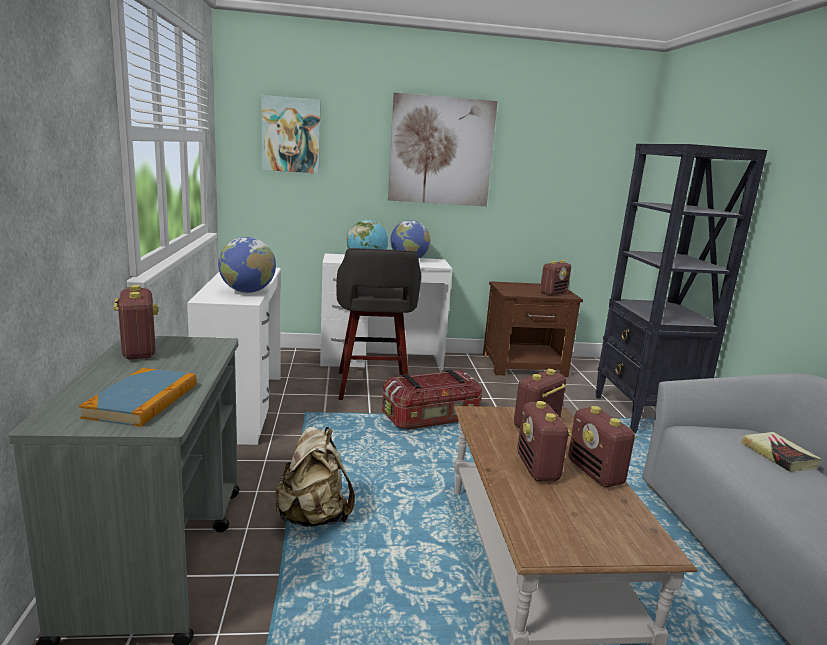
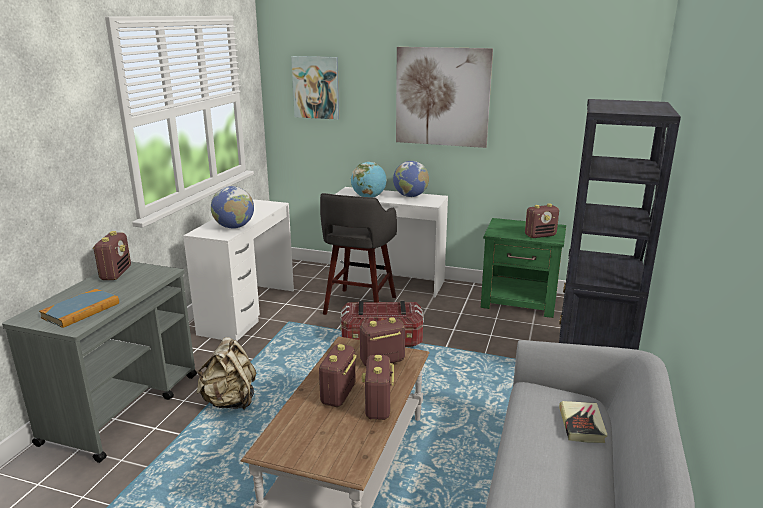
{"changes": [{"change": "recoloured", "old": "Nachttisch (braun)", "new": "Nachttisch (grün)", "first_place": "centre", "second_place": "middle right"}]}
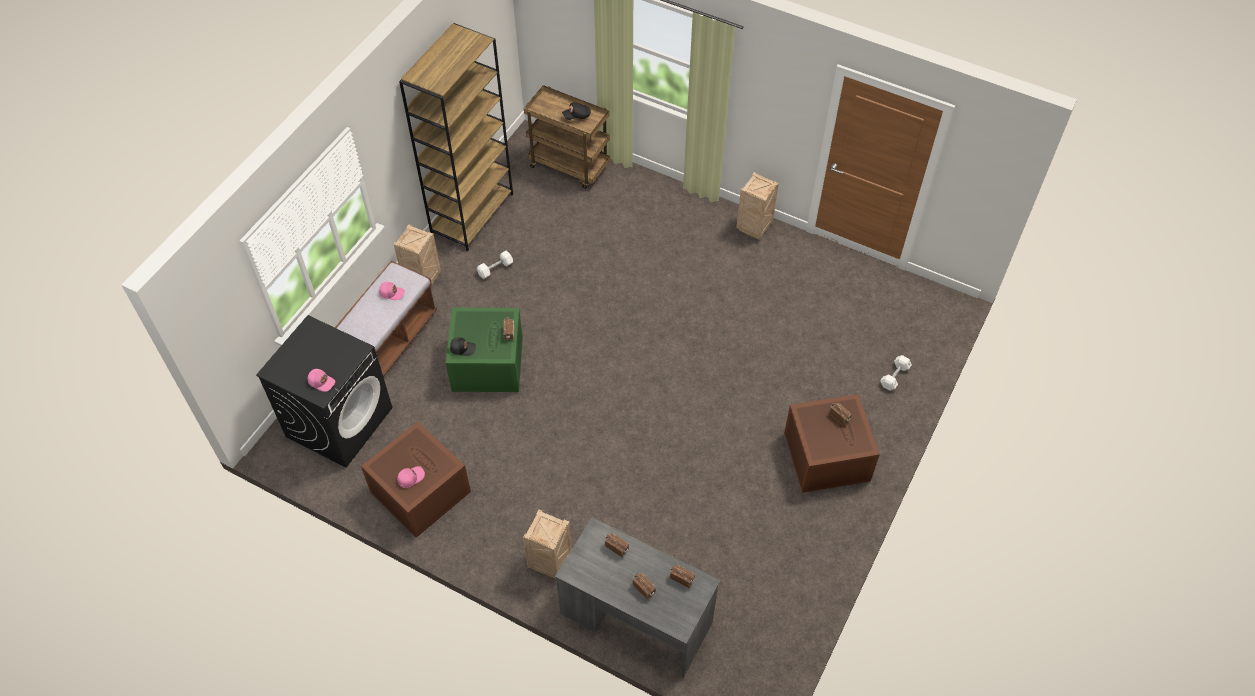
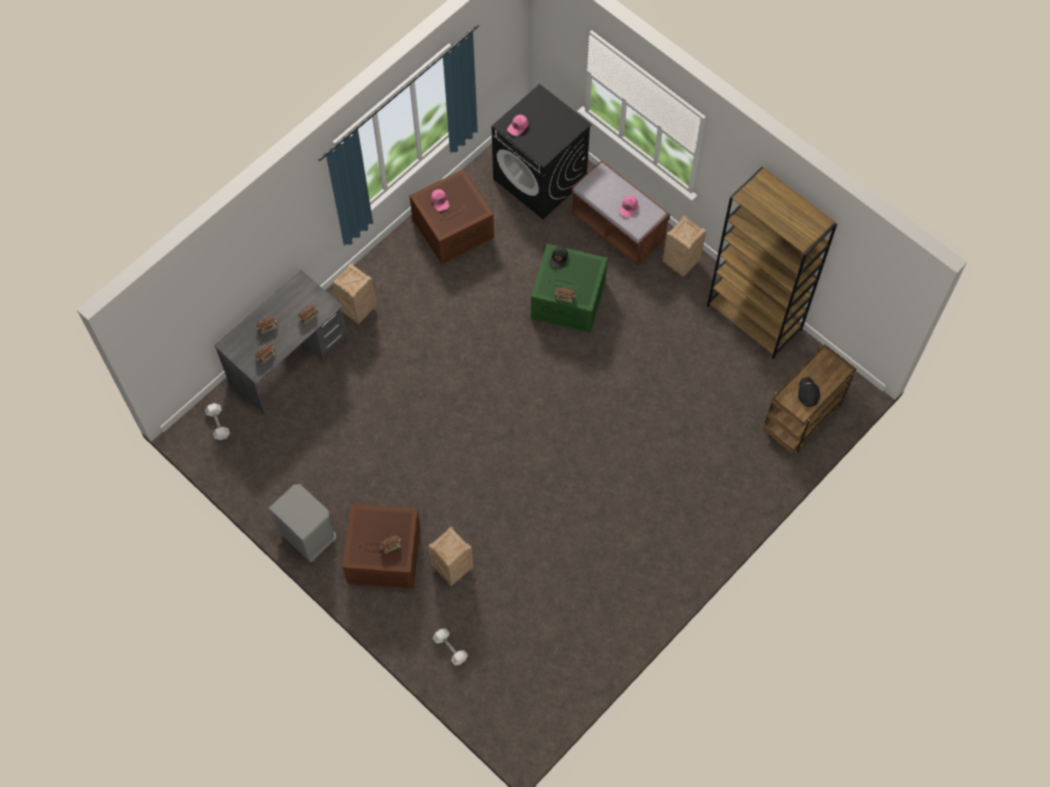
{"changes": [{"change": "moved", "old": "Hantel (weiß) (1st from left)", "first_place": "centre", "second_place": "middle left"}, {"change": "added", "new": "Nachttisch (grau)", "second_place": "middle left"}, {"change": "moved", "old": "Kiste (3rd from left in the first image)", "new": "Kiste (2nd from left)", "first_place": "top centre", "second_place": "bottom centre"}]}
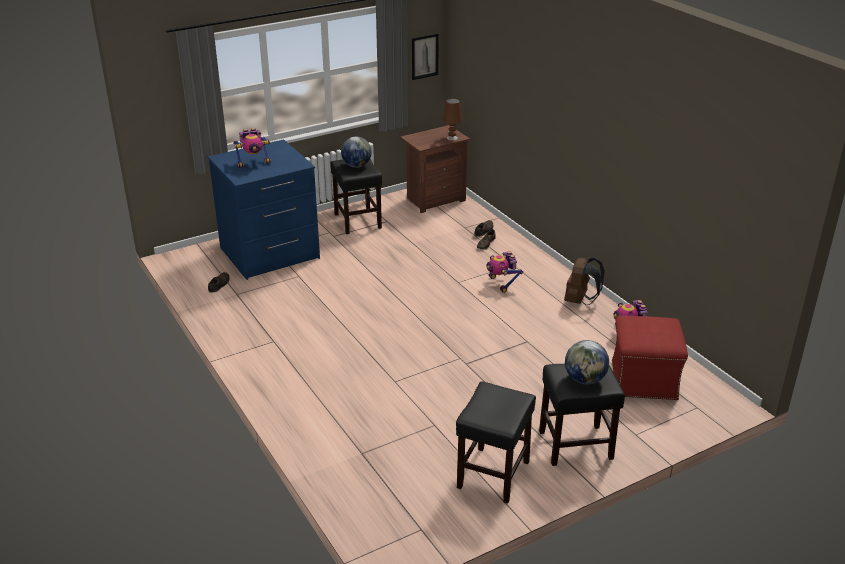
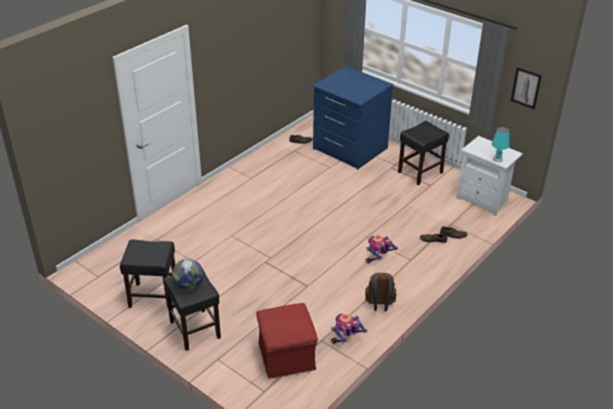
{"changes": [{"change": "recoloured", "old": "Nachttisch (braun)", "new": "Nachttisch (weiß)", "first_place": "top centre", "second_place": "middle right"}, {"change": "recoloured", "old": "Tischlampe (braun)", "new": "Tischlampe (türkis)", "first_place": "top centre", "second_place": "middle right"}, {"change": "removed", "old": "Spielzeugroboter (1st from left)", "first_place": "top left"}, {"change": "removed", "old": "Globus (1st from left)", "first_place": "top centre"}]}
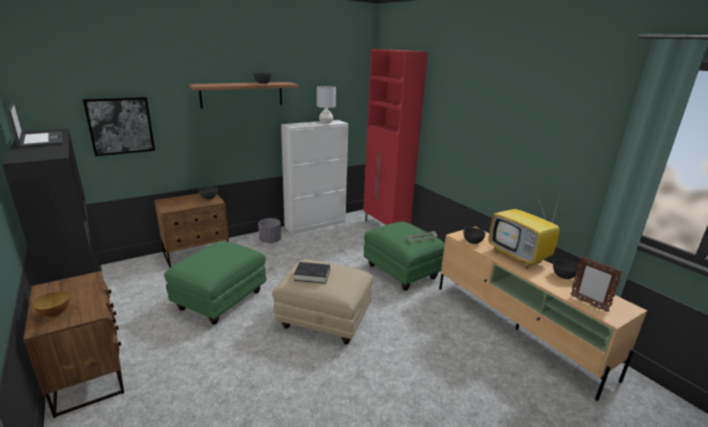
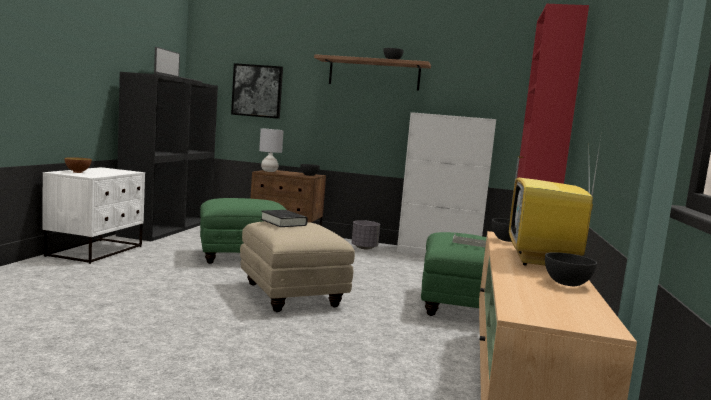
{"changes": [{"change": "recoloured", "old": "Nachttisch (braun) (1st from left)", "new": "Nachttisch (weiß)", "first_place": "bottom left", "second_place": "middle left"}, {"change": "moved", "old": "Tischlampe (grau)", "first_place": "top centre", "second_place": "centre"}, {"change": "removed", "old": "Bilderrahmen", "first_place": "middle right"}]}
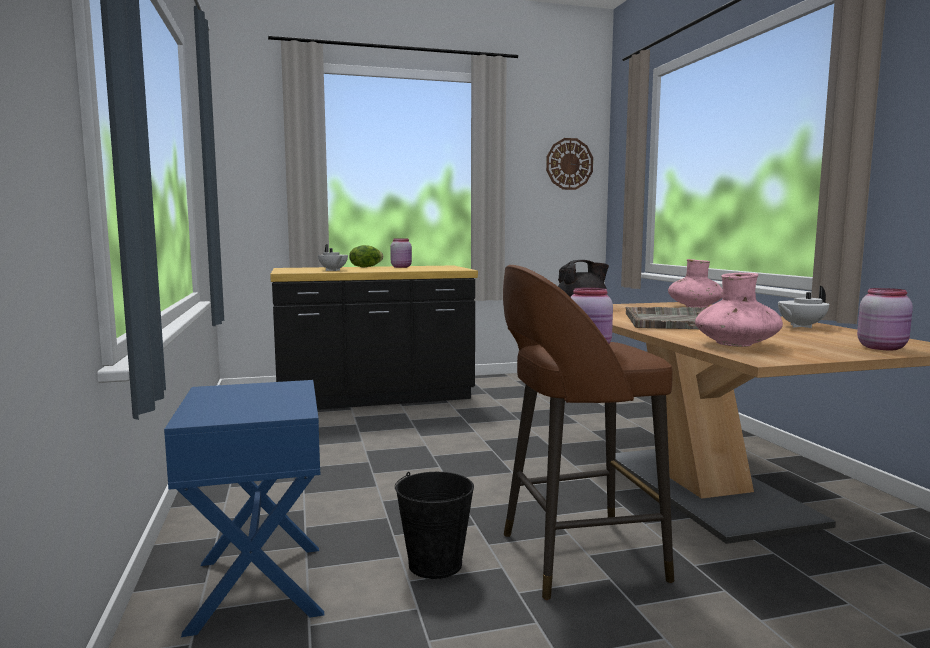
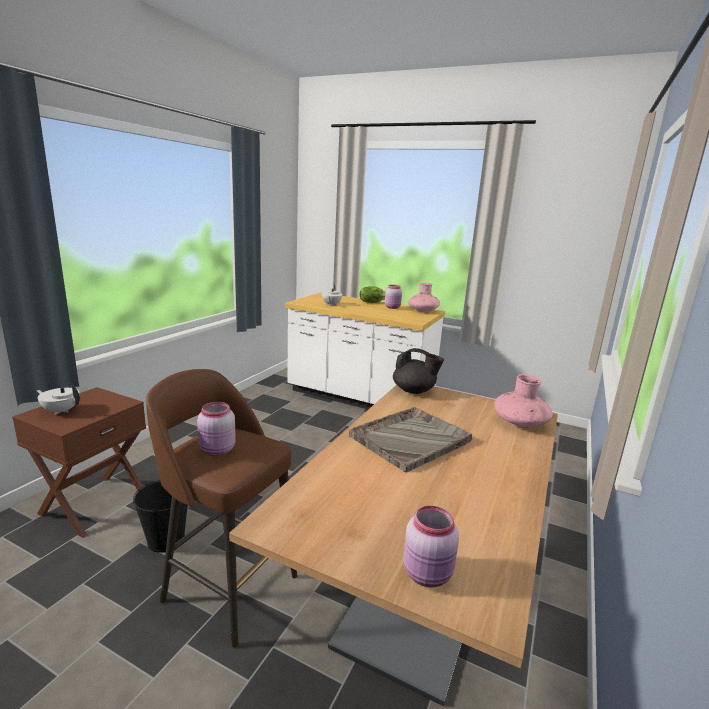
{"changes": [{"change": "recoloured", "old": "Nachttisch (blau)", "new": "Nachttisch (braun)", "first_place": "bottom left", "second_place": "middle left"}, {"change": "moved", "old": "Teekanne (weiß) (2nd from left in the first image)", "new": "Teekanne (weiß) (1st from left)", "first_place": "middle right", "second_place": "middle left"}, {"change": "recoloured", "old": "Küchenzeile (schwarz)", "new": "Küchenzeile (weiß)", "first_place": "centre", "second_place": "centre"}, {"change": "moved", "old": "Vase (rosa) (2nd from left in the first image)", "new": "Vase (rosa) (1st from left)", "first_place": "middle right", "second_place": "centre"}, {"change": "removed", "old": "Wanduhr", "first_place": "top centre"}]}
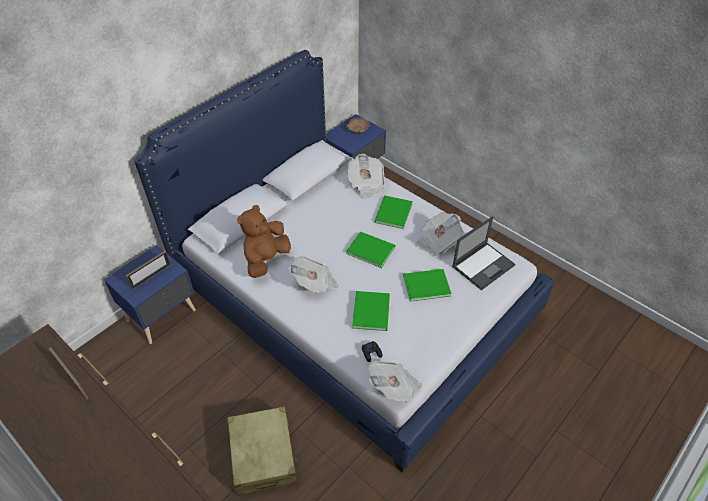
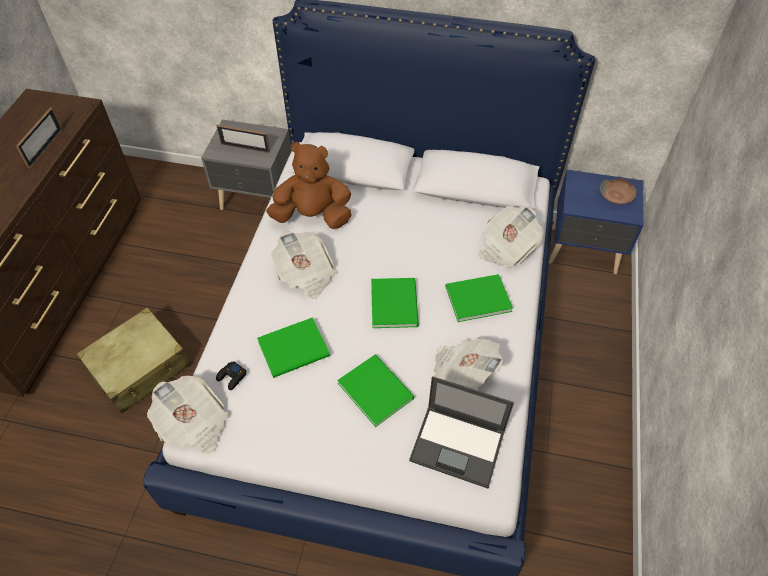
{"changes": [{"change": "recoloured", "old": "Nachttisch (blau) (1st from left)", "new": "Nachttisch (grau)", "first_place": "middle left", "second_place": "top left"}]}
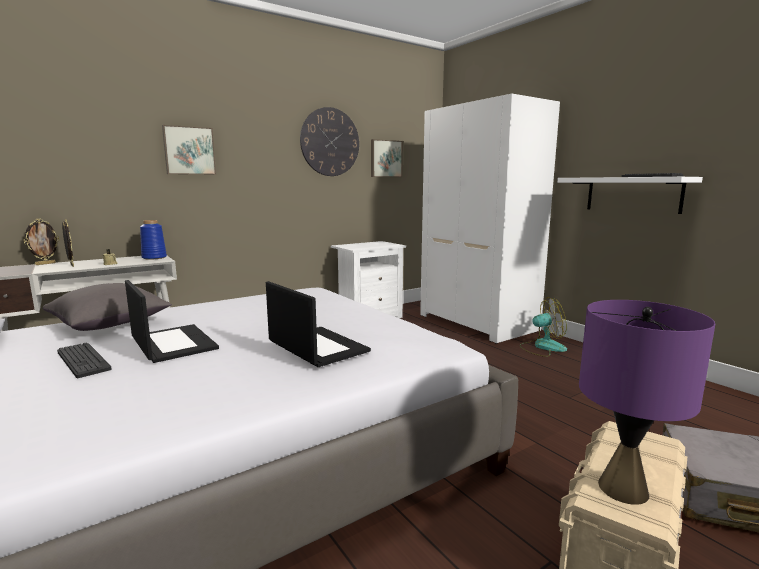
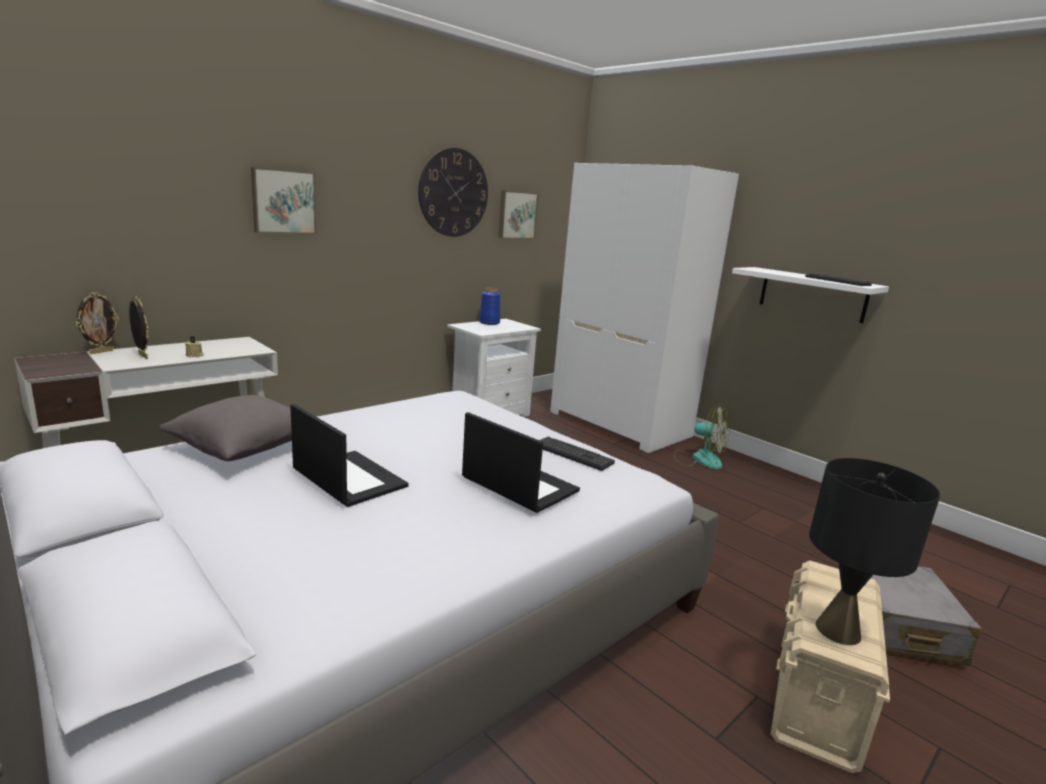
{"changes": [{"change": "moved", "old": "Vase (blau)", "first_place": "middle left", "second_place": "centre"}, {"change": "moved", "old": "Tastatur (1st from left)", "first_place": "middle left", "second_place": "centre"}, {"change": "turned", "old": "Ventilator", "first_place": "middle right", "second_place": "middle right", "degrees": 45}, {"change": "recoloured", "old": "Tischlampe (lila)", "new": "Tischlampe (schwarz)", "first_place": "bottom right", "second_place": "bottom right"}]}
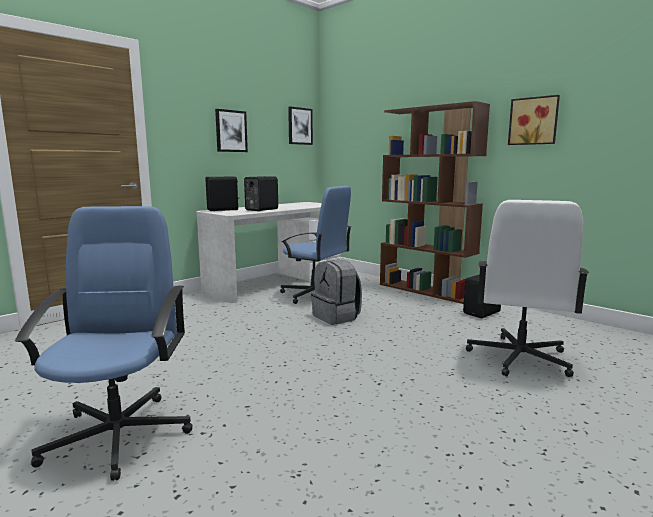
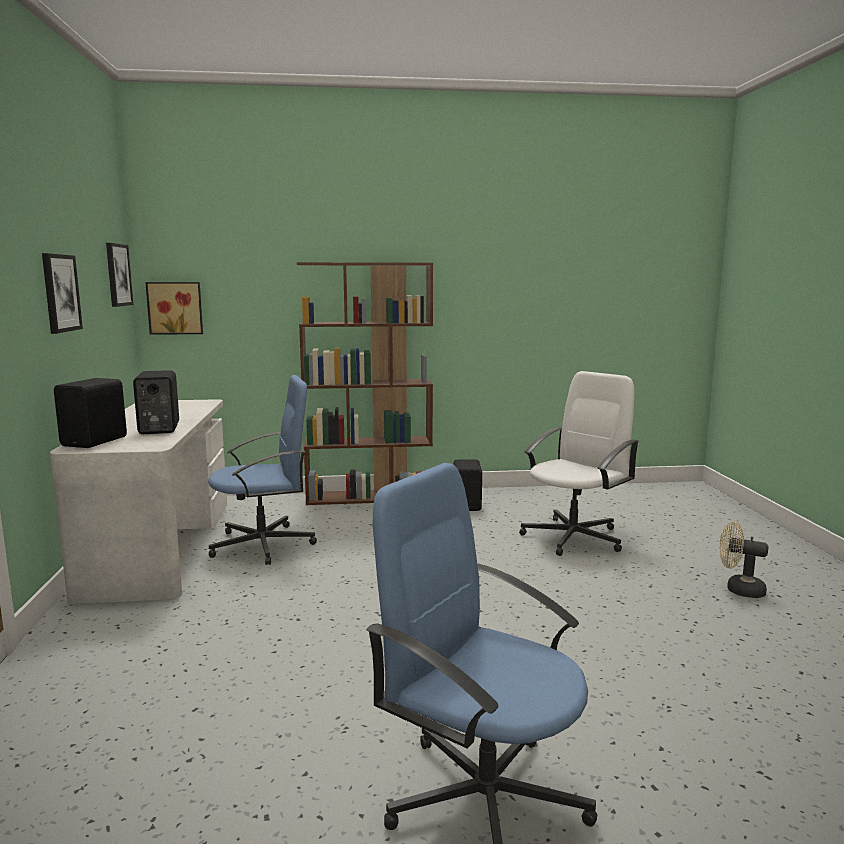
{"changes": [{"change": "moved", "old": "Bild (3rd from left)", "first_place": "top right", "second_place": "middle left"}, {"change": "turned", "old": "Bürostuhl (weiß)", "first_place": "middle right", "second_place": "middle right", "degrees": -105}, {"change": "added", "new": "Ventilator (beige)", "second_place": "middle right"}, {"change": "removed", "old": "Rucksack (grau)", "first_place": "centre"}]}
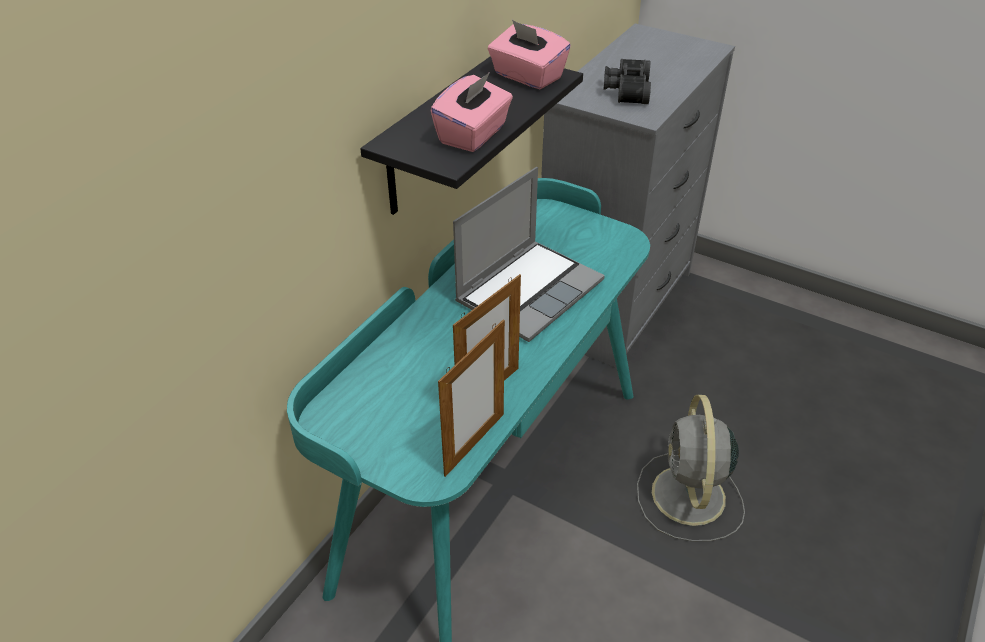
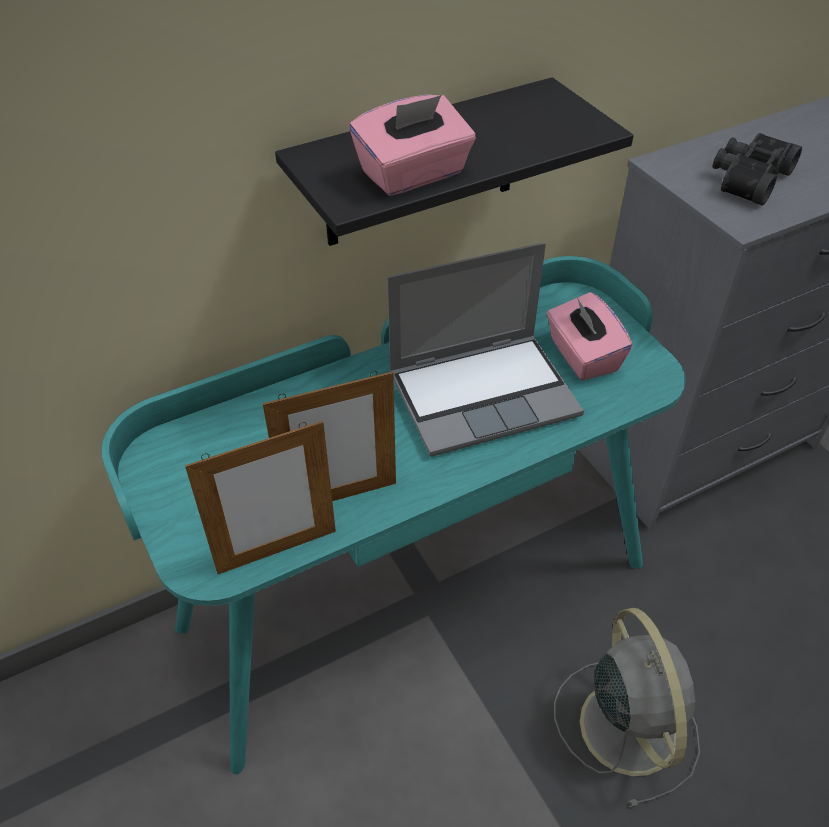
{"changes": [{"change": "moved", "old": "Taschentuchbox (rosa) (2nd from left)", "first_place": "top centre", "second_place": "middle right"}, {"change": "turned", "old": "Ventilator (grau)", "first_place": "bottom right", "second_place": "bottom right", "degrees": 135}]}
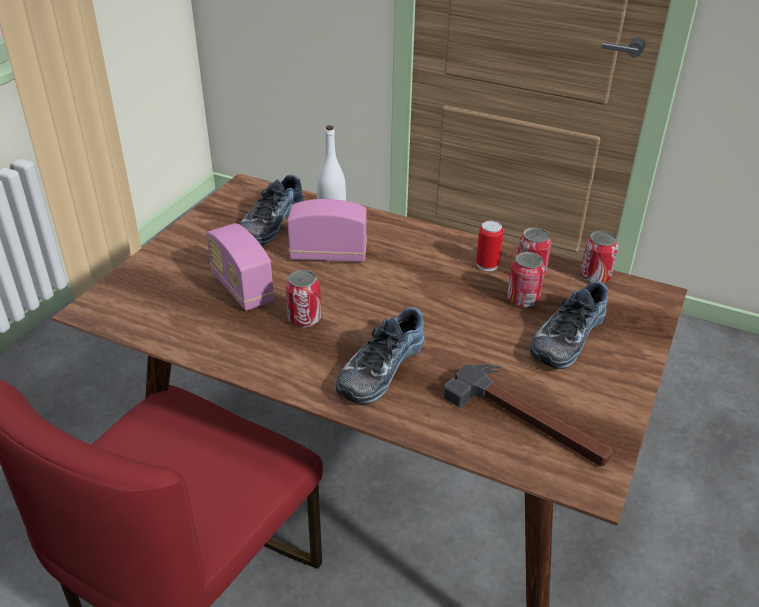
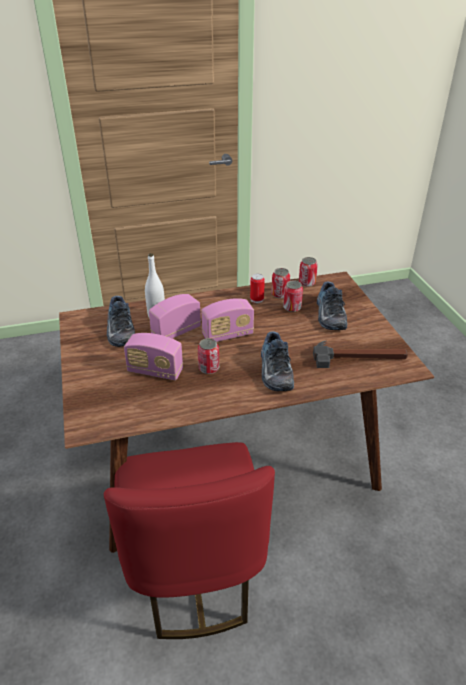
{"changes": [{"change": "added", "new": "Radio (3rd from left)", "second_place": "centre"}]}
